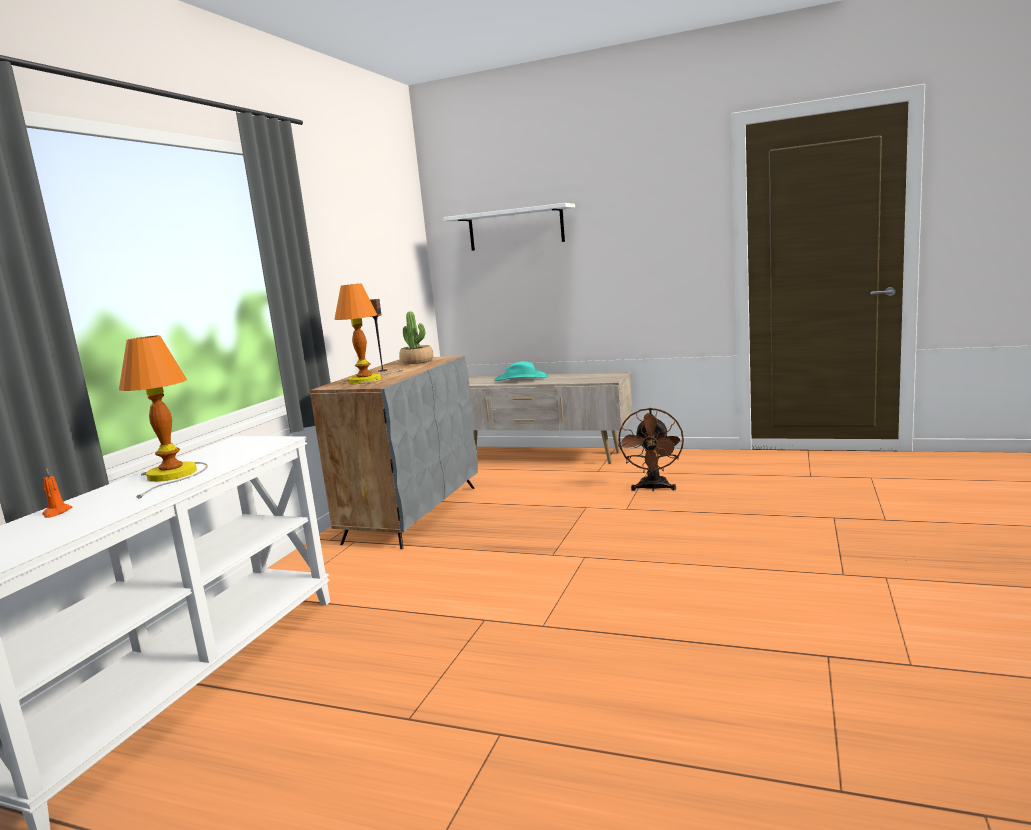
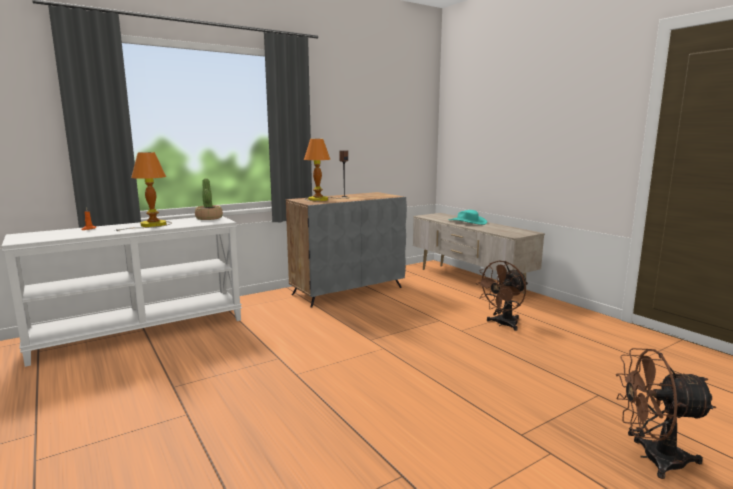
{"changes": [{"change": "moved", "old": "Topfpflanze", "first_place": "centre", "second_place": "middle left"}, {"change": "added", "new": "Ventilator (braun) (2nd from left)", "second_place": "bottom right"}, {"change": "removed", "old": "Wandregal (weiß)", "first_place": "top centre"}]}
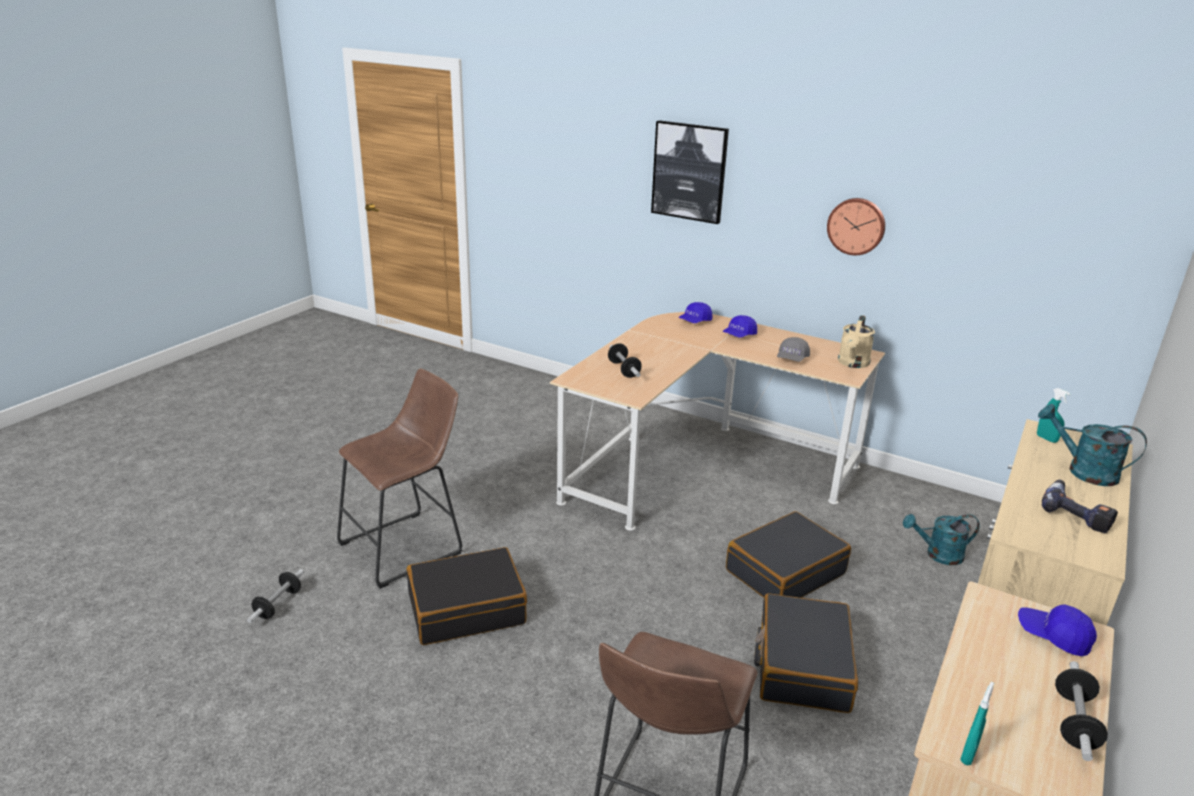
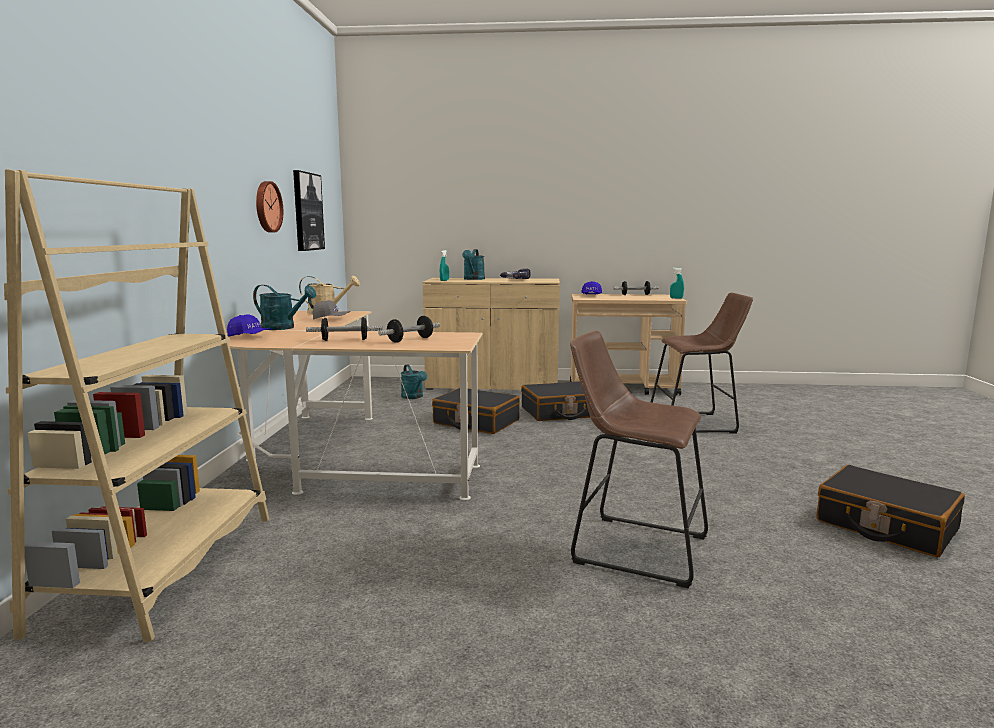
{"changes": [{"change": "added", "new": "Bücherregal (beige)", "second_place": "middle left"}, {"change": "replaced", "old": "Kappe (blau) (2nd from left)", "new": "Gießkanne (türkis) (1st from left)", "first_place": "centre", "second_place": "middle left"}, {"change": "moved", "old": "Bild", "first_place": "top centre", "second_place": "top left"}, {"change": "moved", "old": "Hantel (1st from left)", "first_place": "bottom left", "second_place": "centre"}, {"change": "moved", "old": "Koffer (schwarz) (1st from left in the first image)", "new": "Koffer (schwarz) (3rd from left)", "first_place": "bottom centre", "second_place": "bottom right"}]}
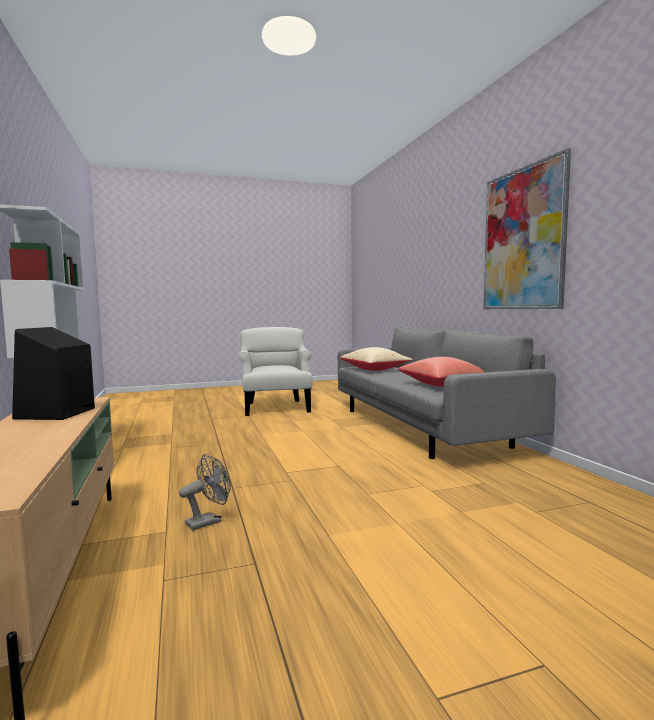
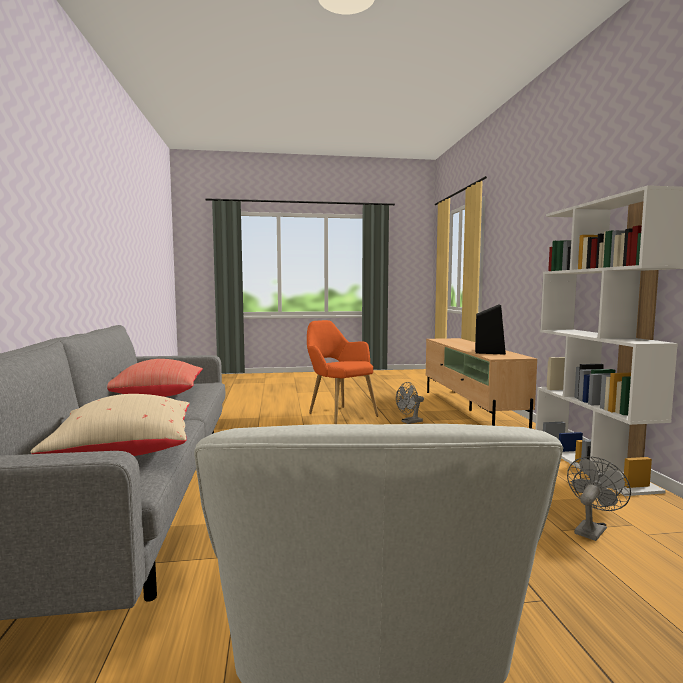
{"changes": [{"change": "added", "new": "Sessel (orange)", "second_place": "centre"}, {"change": "added", "new": "Ventilator (grau) (2nd from left)", "second_place": "bottom right"}, {"change": "removed", "old": "Bild", "first_place": "top right"}]}
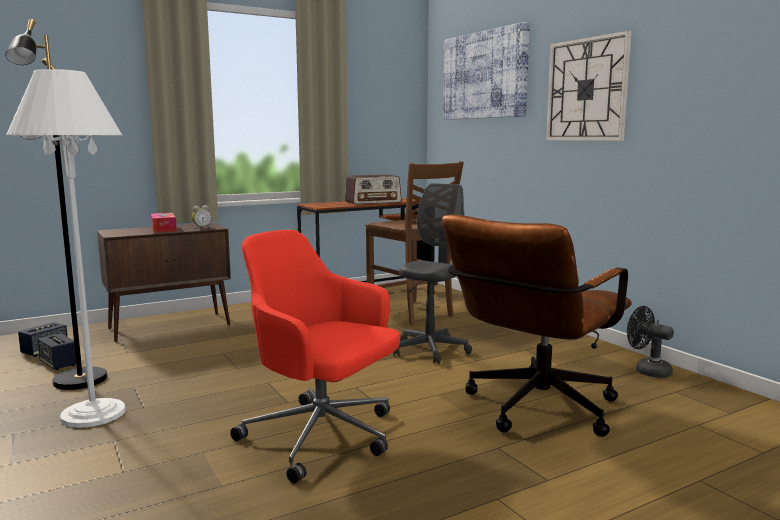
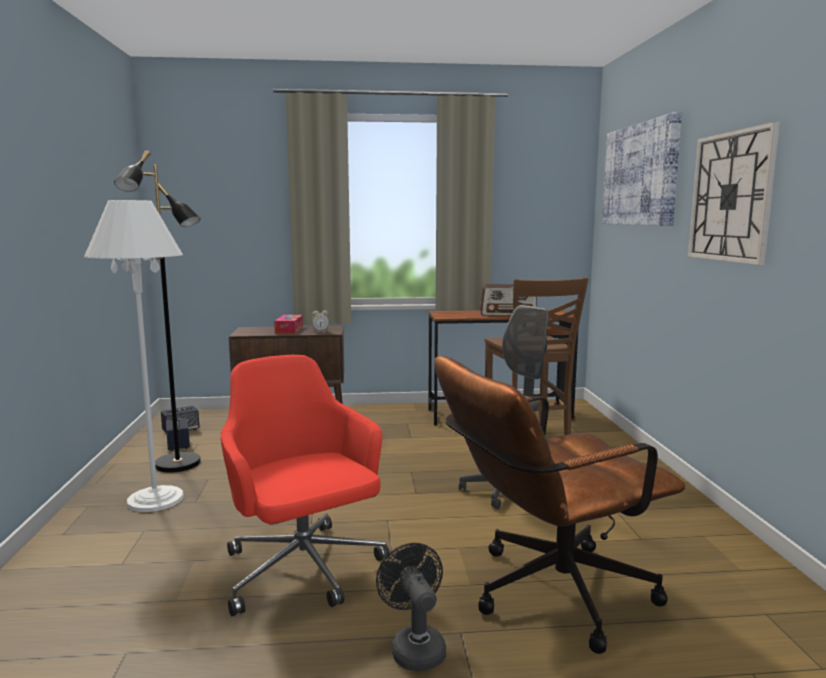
{"changes": [{"change": "moved", "old": "Ventilator (schwarz)", "first_place": "middle right", "second_place": "bottom centre"}]}
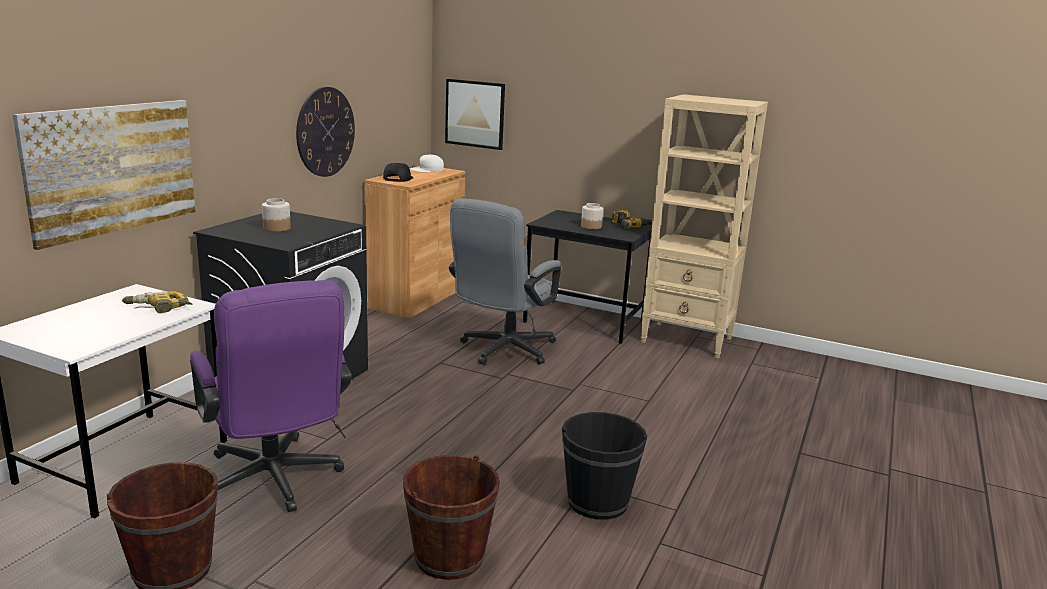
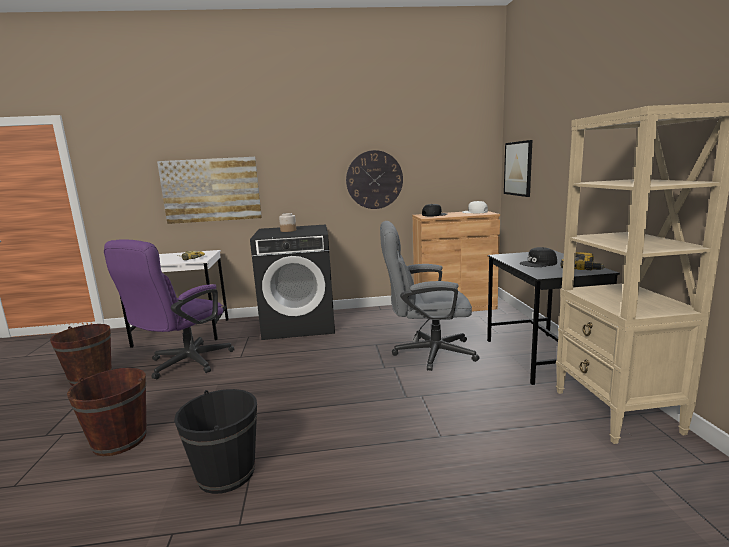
{"changes": [{"change": "replaced", "old": "Vorratsglas (2nd from left)", "new": "Kappe (schwarz) (2nd from left)", "first_place": "centre", "second_place": "middle right"}]}
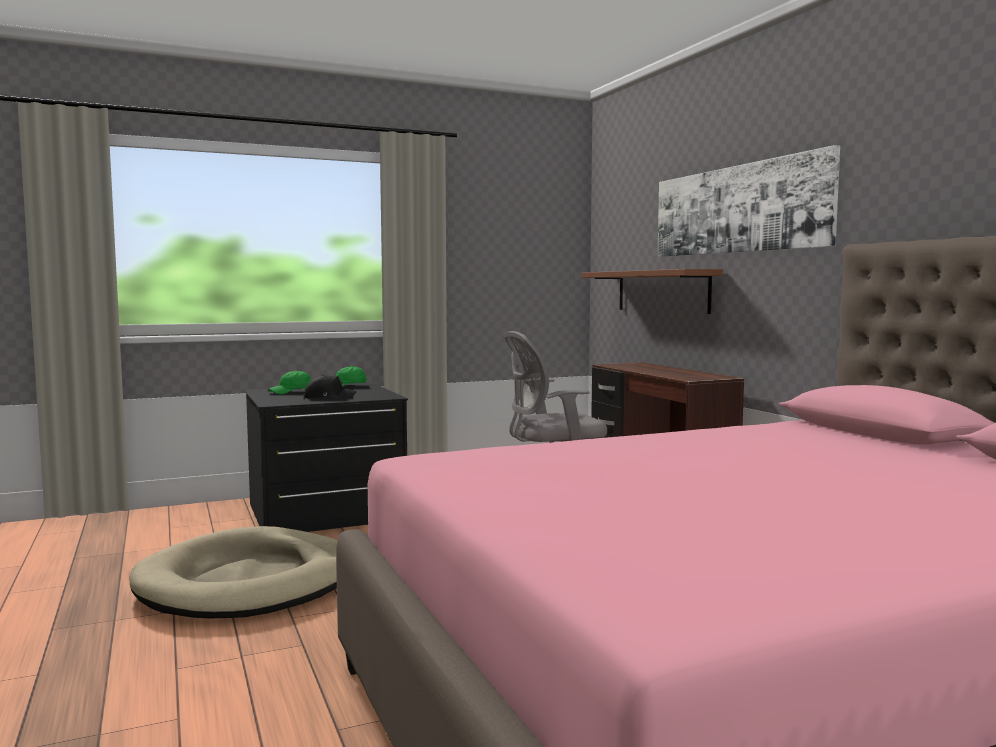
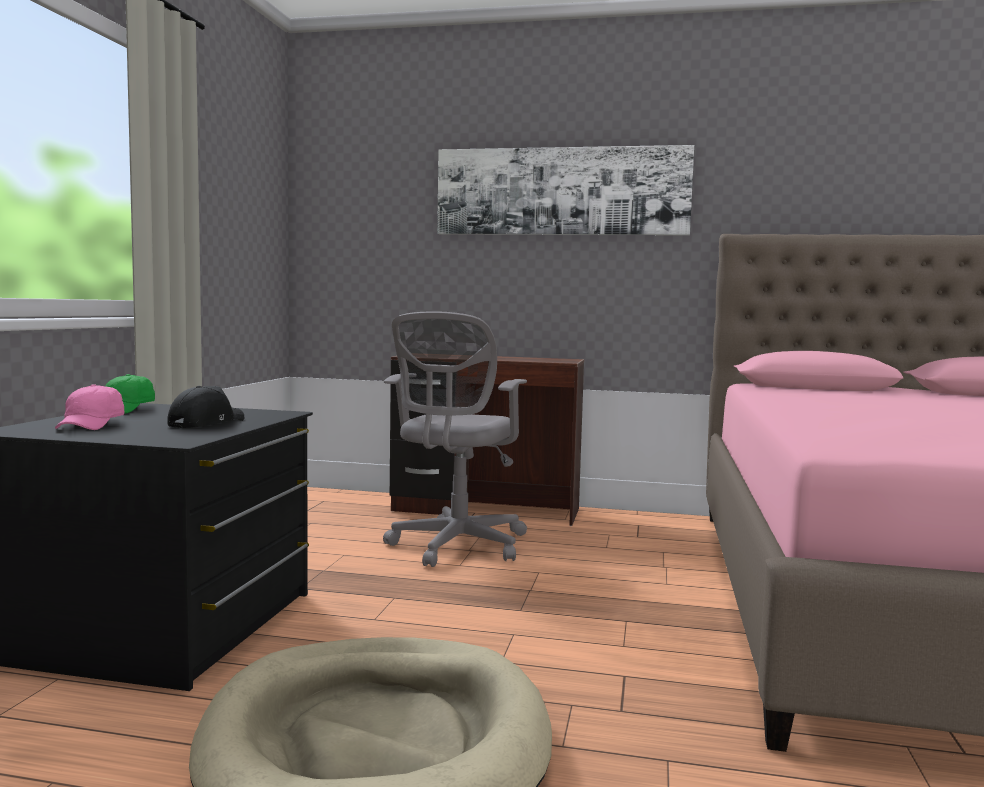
{"changes": [{"change": "recoloured", "old": "Kappe (grün) (1st from left)", "new": "Kappe (rosa)", "first_place": "middle left", "second_place": "middle left"}, {"change": "removed", "old": "Wandregal (braun)", "first_place": "centre"}]}
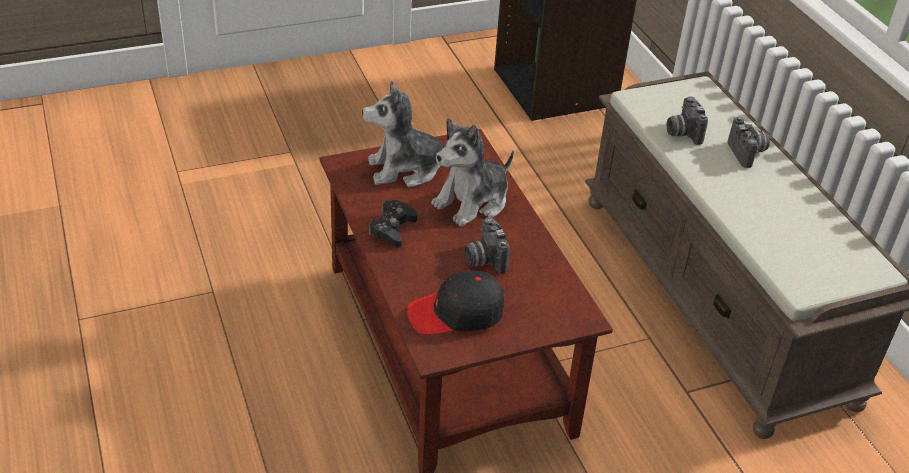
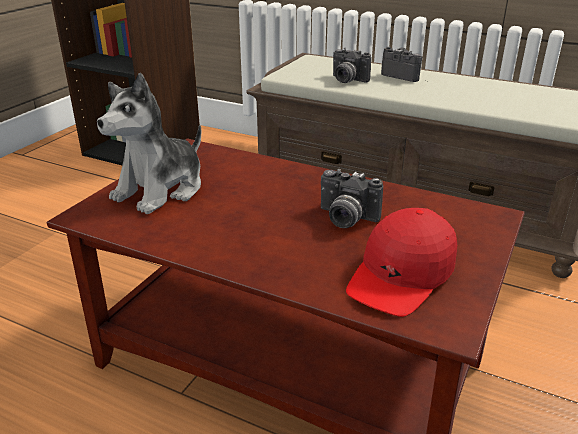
{"changes": [{"change": "recoloured", "old": "Kappe (schwarz)", "new": "Kappe (rot)", "first_place": "centre", "second_place": "middle right"}, {"change": "removed", "old": "Gamepad (schwarz)", "first_place": "centre"}, {"change": "removed", "old": "Plüschtier (2nd from left)", "first_place": "centre"}]}
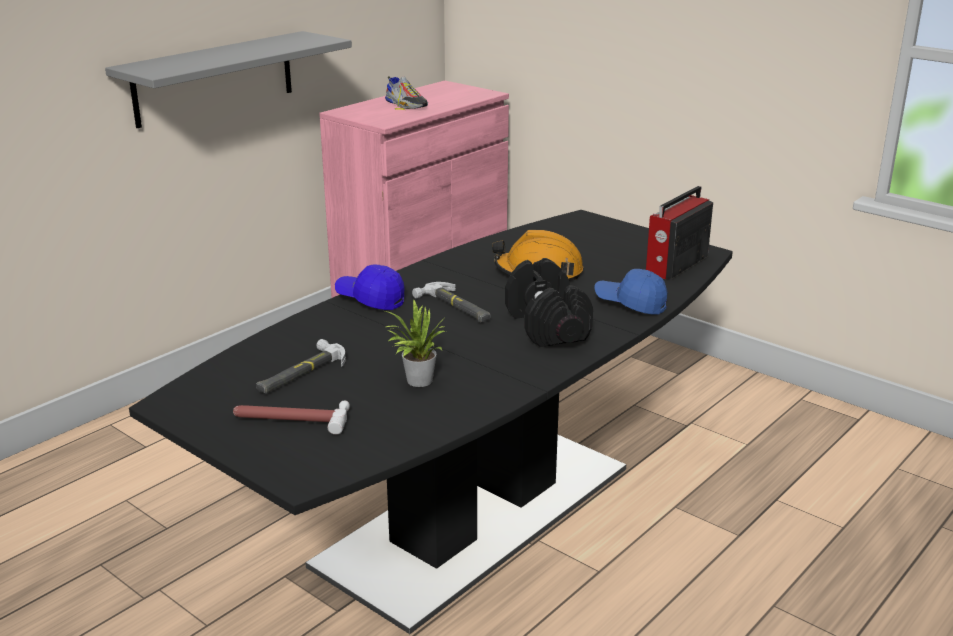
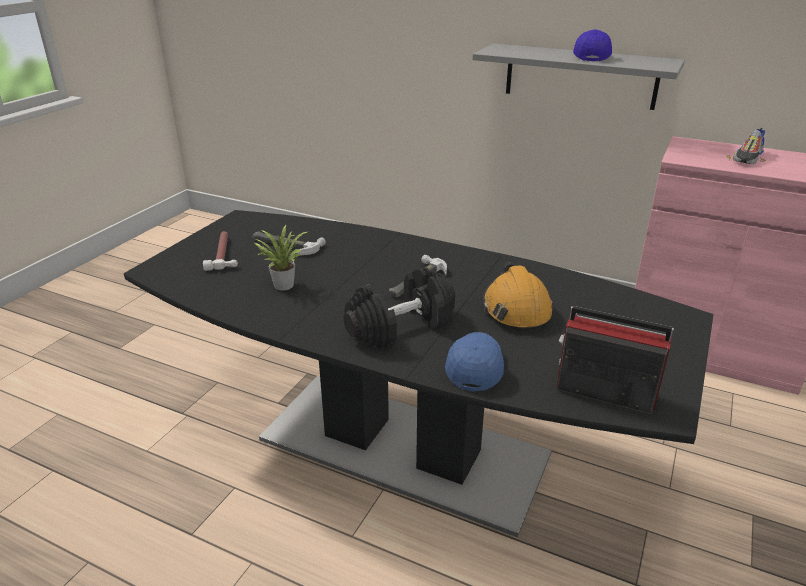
{"changes": [{"change": "moved", "old": "Kappe (blau) (1st from left in the first image)", "new": "Kappe (blau) (2nd from left)", "first_place": "centre", "second_place": "top right"}]}
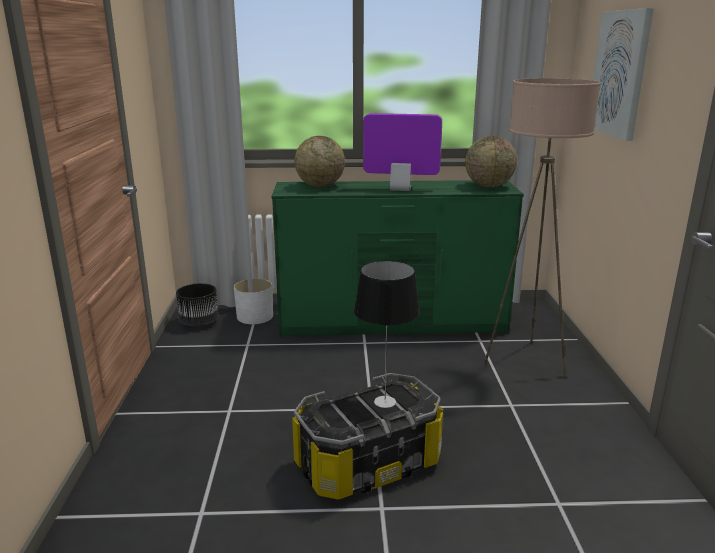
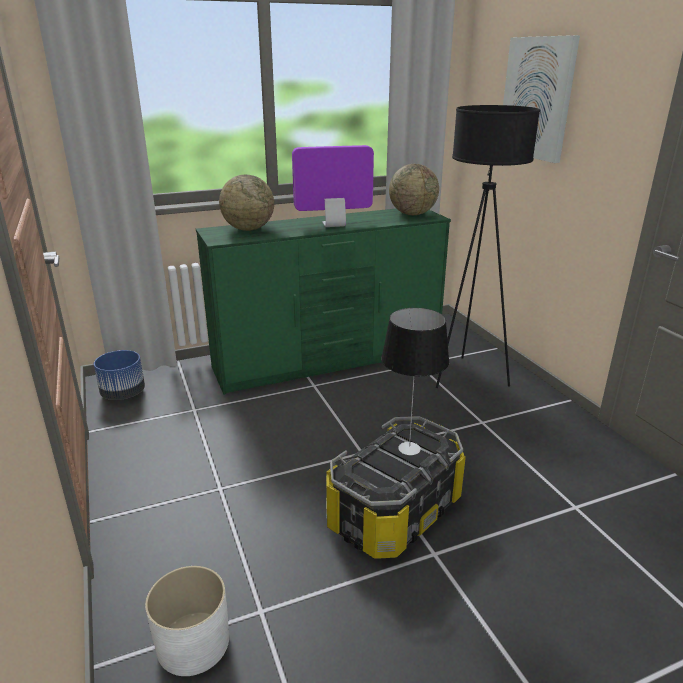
{"changes": [{"change": "recoloured", "old": "Pflanzkübel (schwarz)", "new": "Pflanzkübel (blau)", "first_place": "middle left", "second_place": "middle left"}, {"change": "moved", "old": "Pflanzkübel (weiß)", "first_place": "centre", "second_place": "bottom left"}, {"change": "recoloured", "old": "Stehlampe (beige)", "new": "Stehlampe (schwarz)", "first_place": "middle right", "second_place": "middle right"}]}
